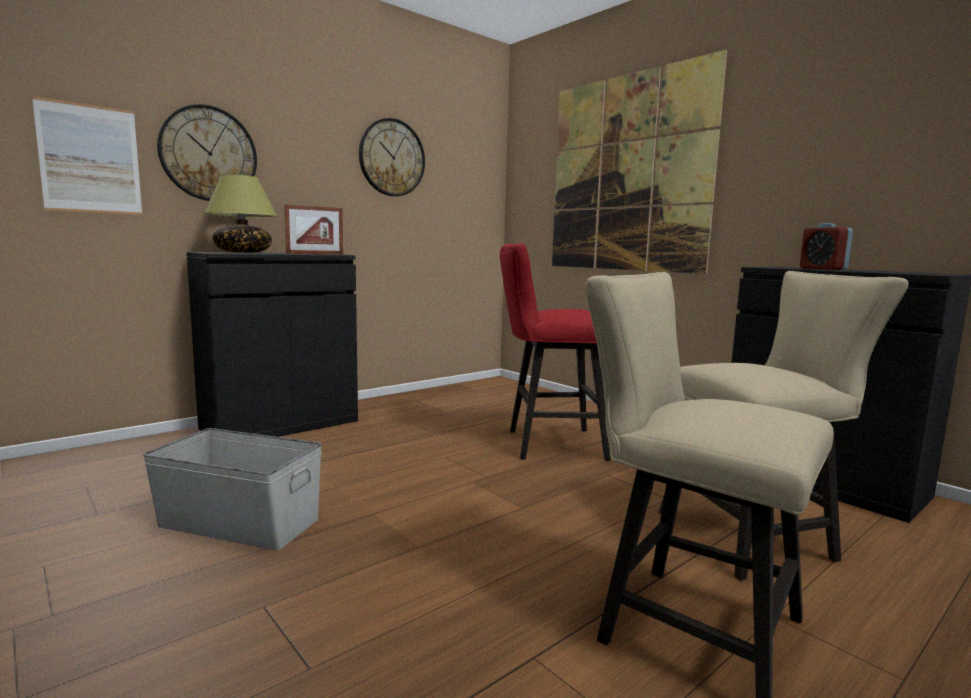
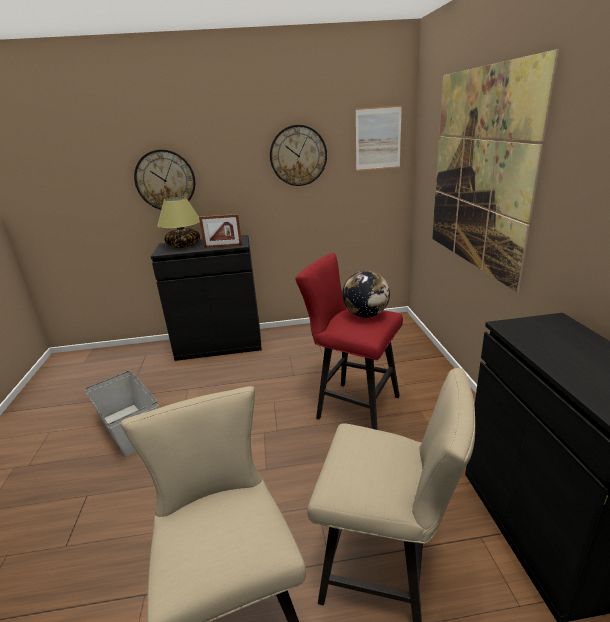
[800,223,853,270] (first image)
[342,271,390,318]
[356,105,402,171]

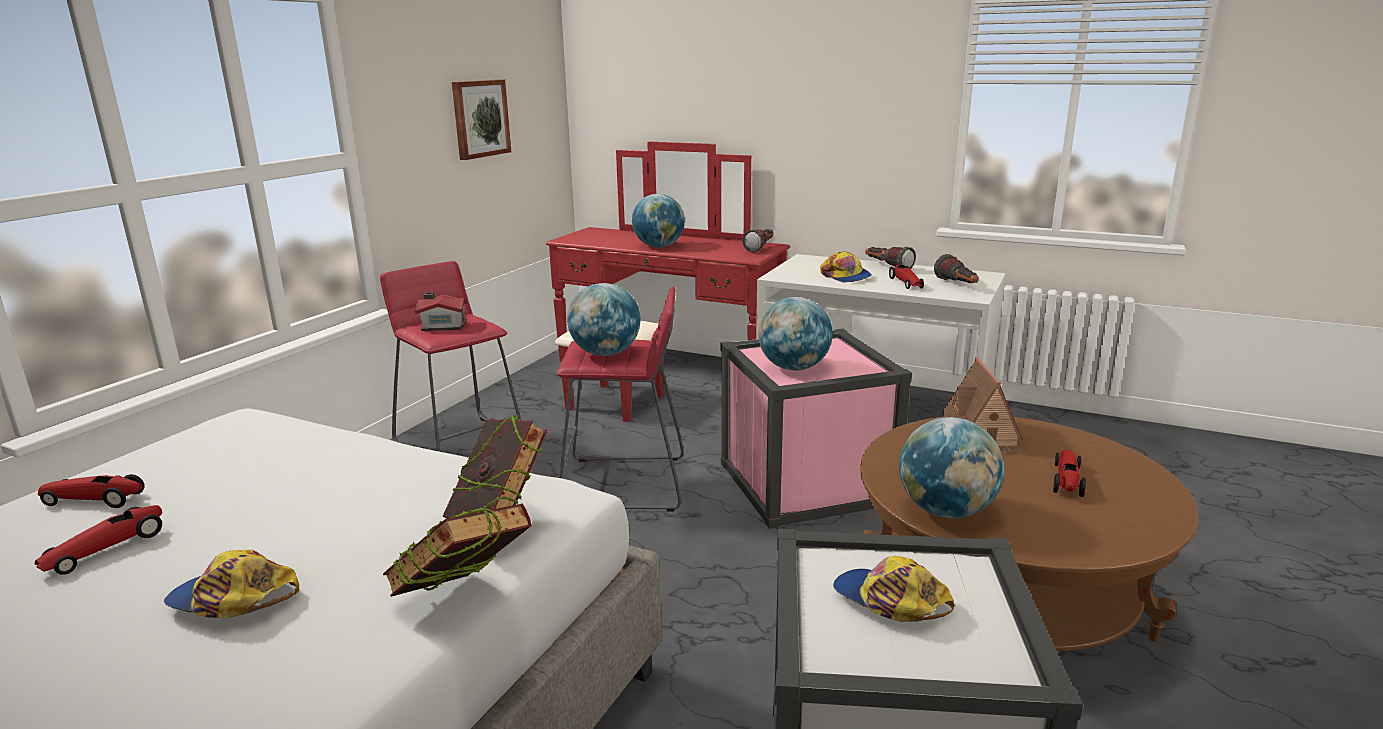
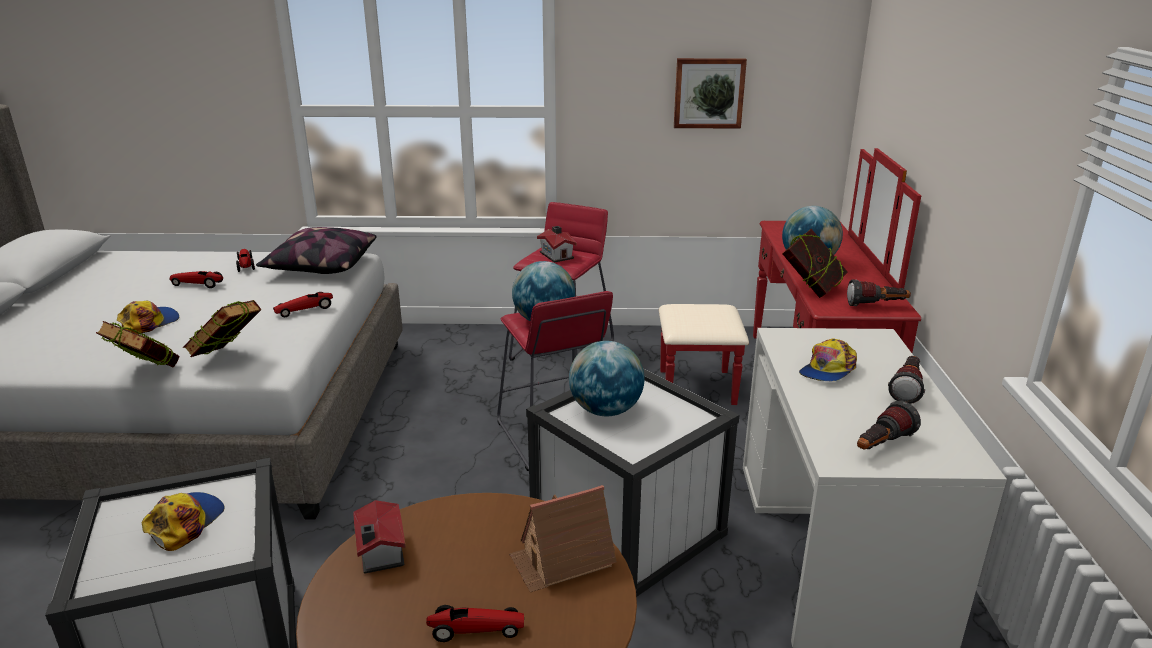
[256,227,376,274]
[782,229,848,298]
[273,292,333,317]
[353,500,406,574]
[526,369,739,598]
[117,301,179,334]

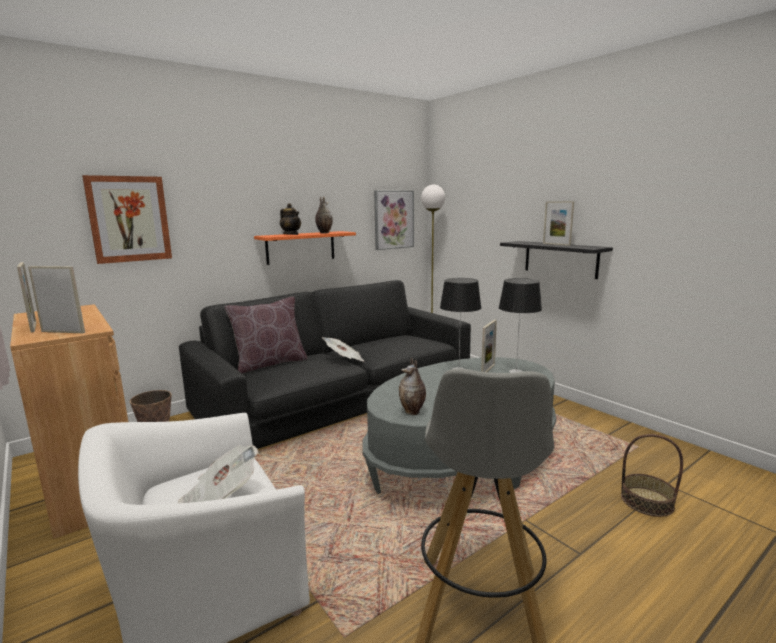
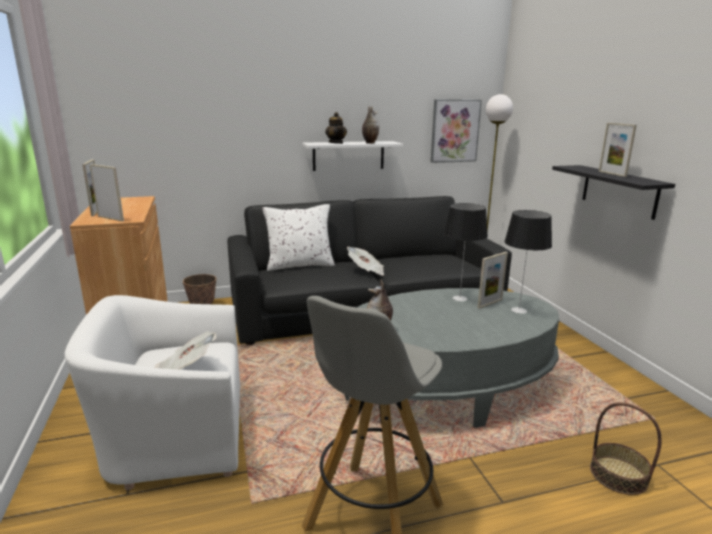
[82,175,172,264] (first image)
[262,204,335,271]
[302,141,403,171]

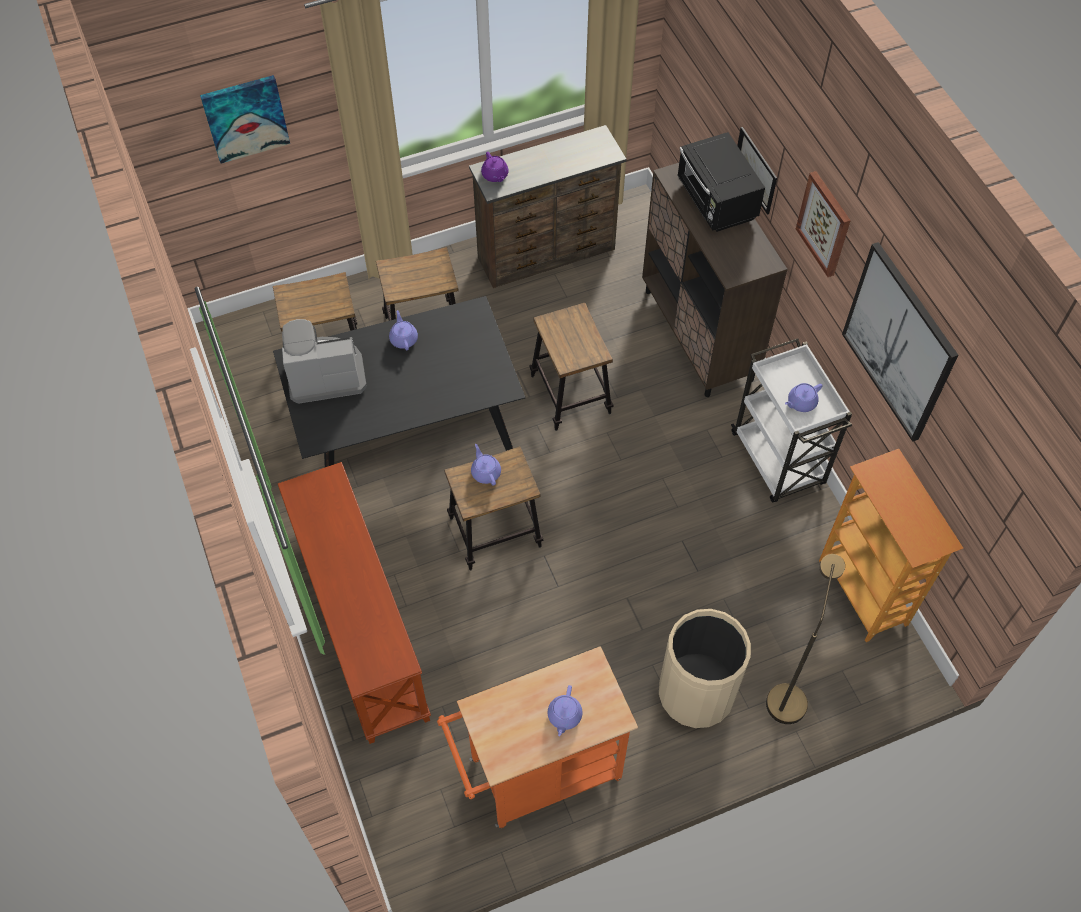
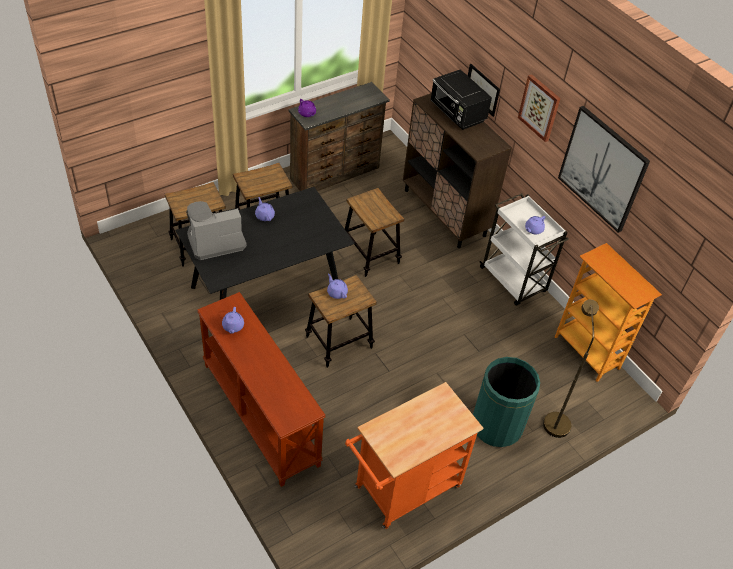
[200,75,290,164] (first image)
[222,307,244,334]
[473,357,540,447]

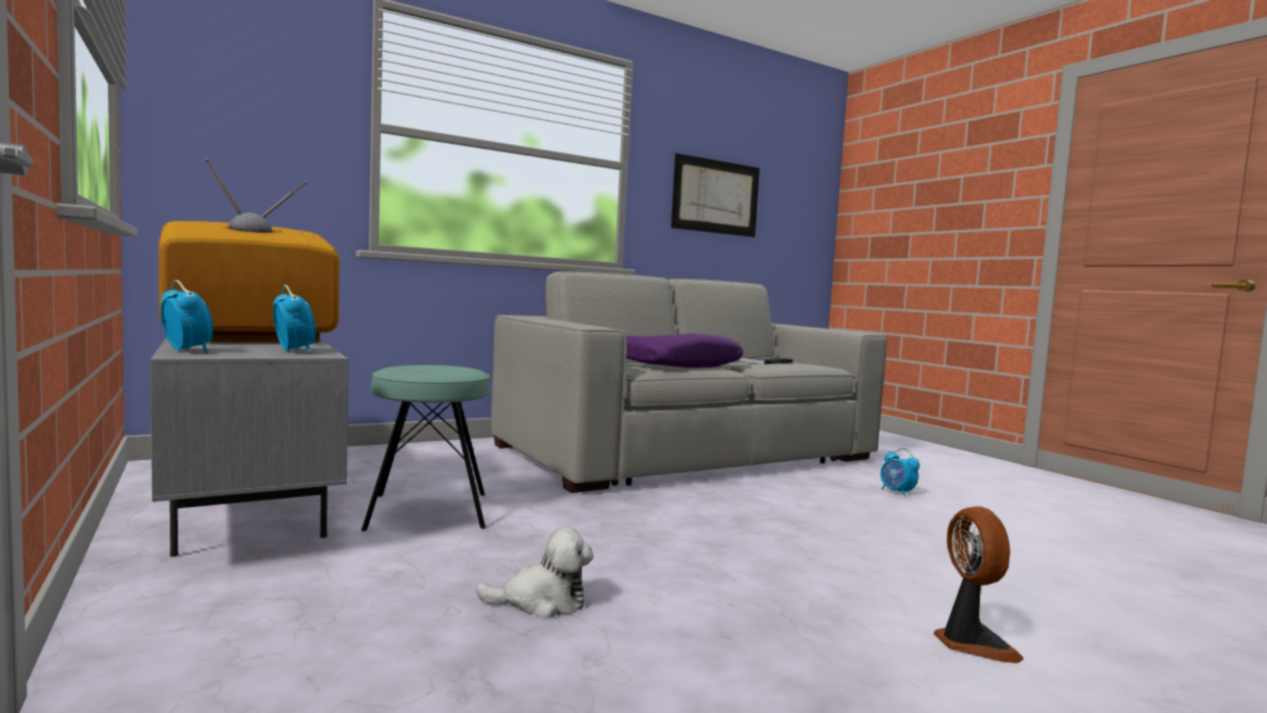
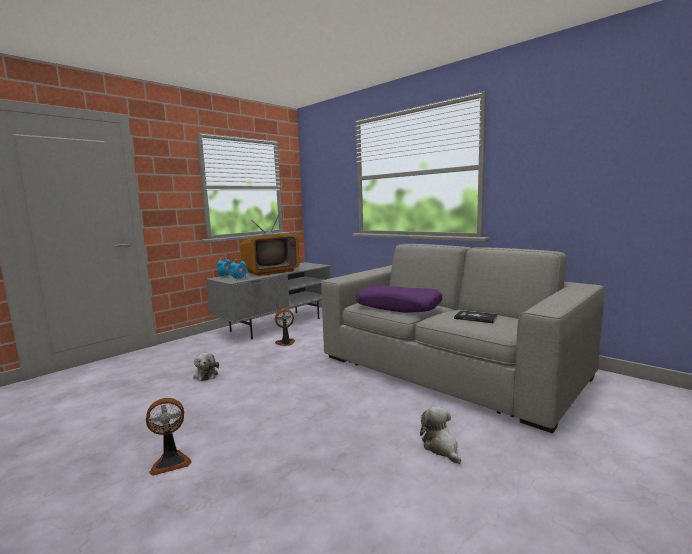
[671,153,760,237] (first image)
[275,308,295,346]
[420,406,461,464]
[240,215,300,276]

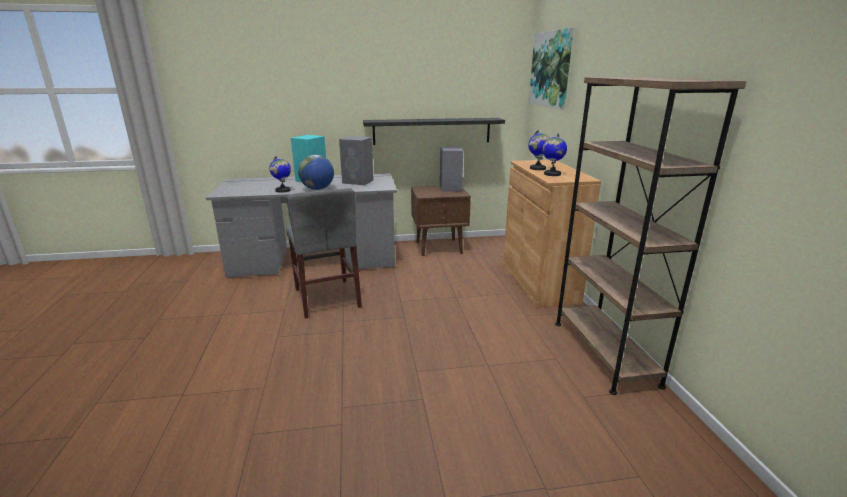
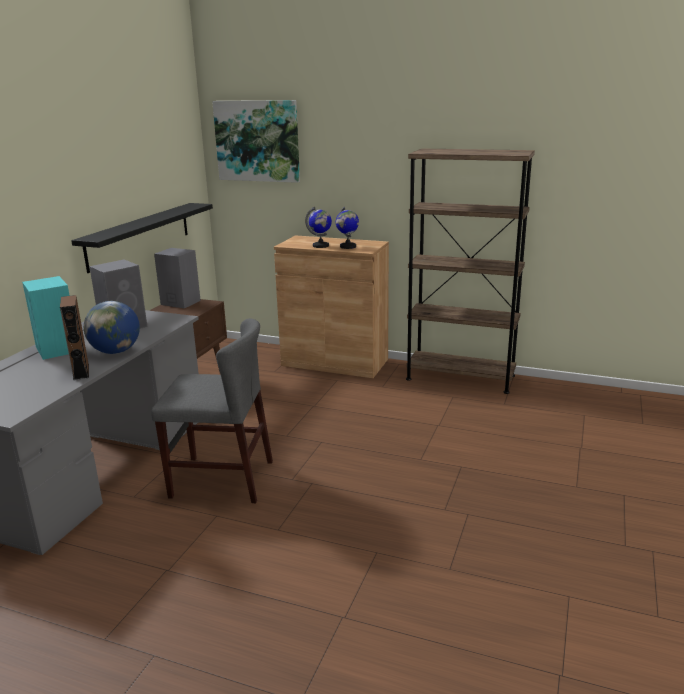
[60,295,89,380]

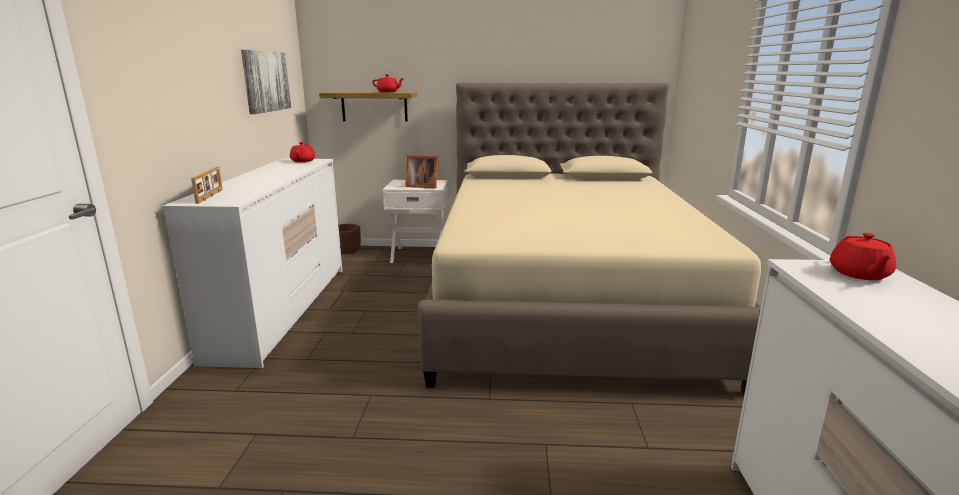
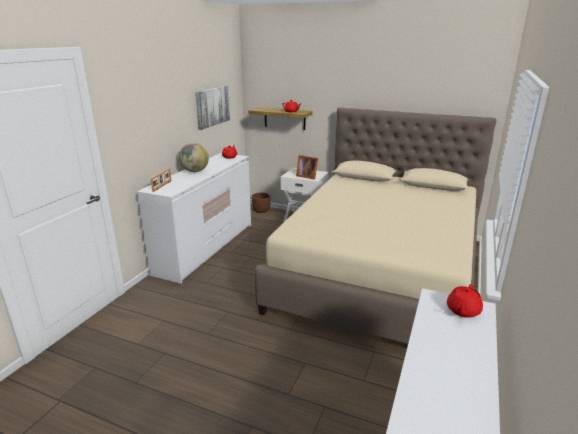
[179,143,209,172]

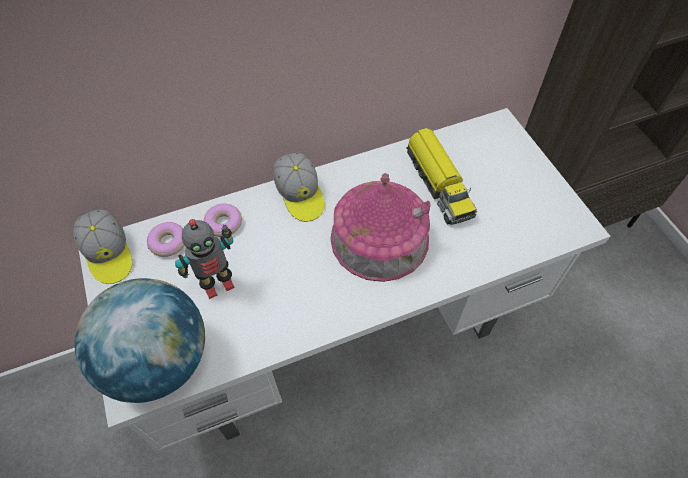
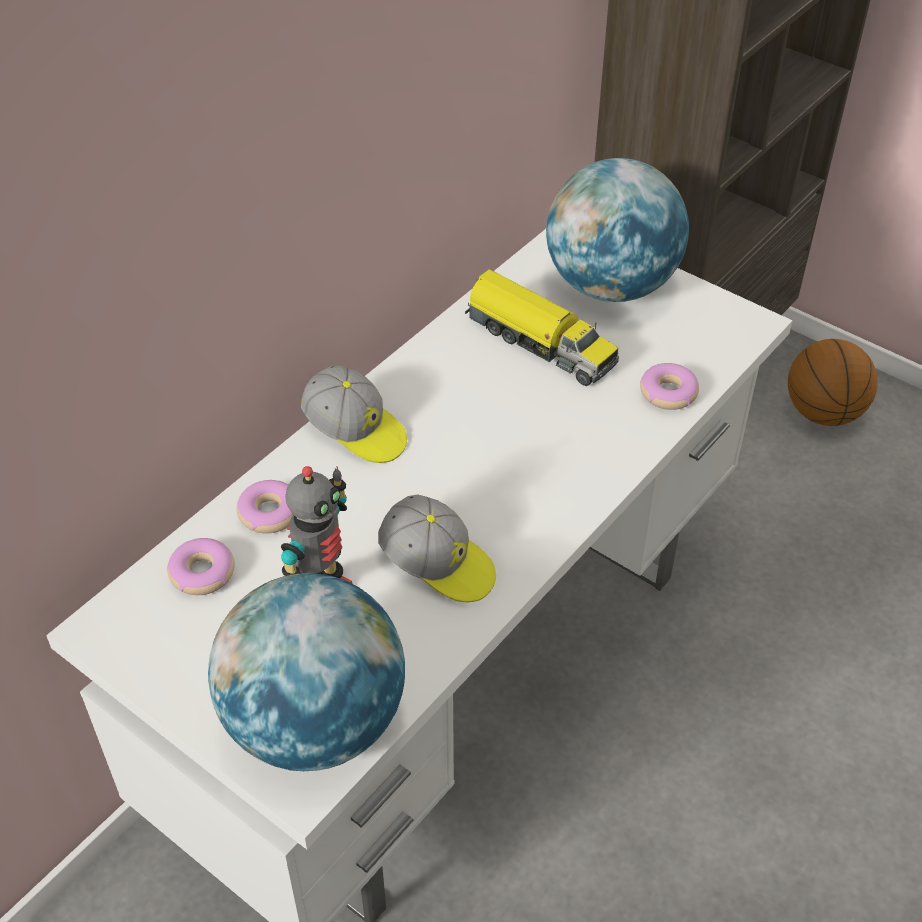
[330,173,431,282] (first image)
[546,158,689,302]
[640,363,699,410]
[788,339,878,426]
[378,495,496,602]

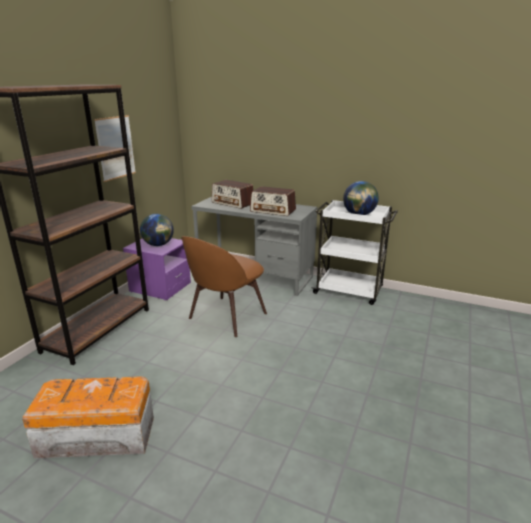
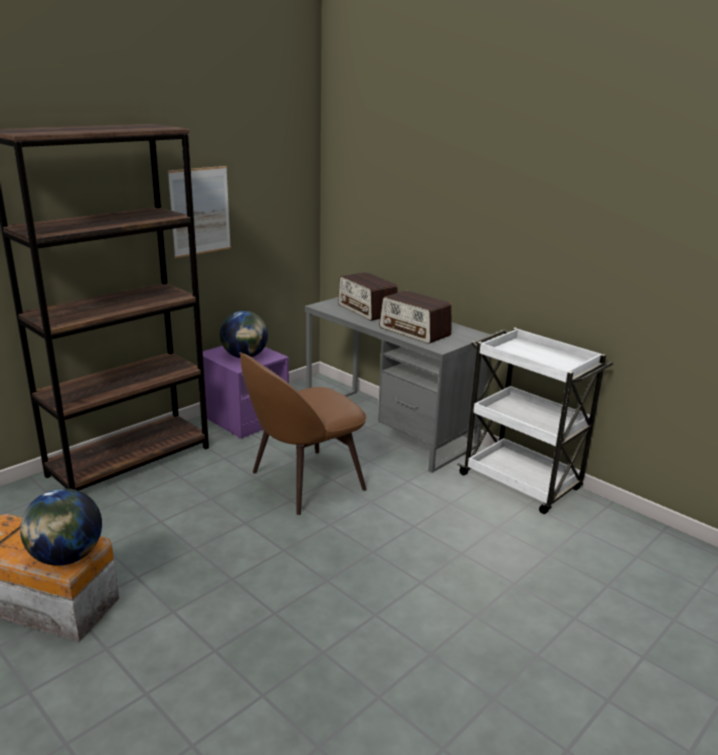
[20,488,102,566]

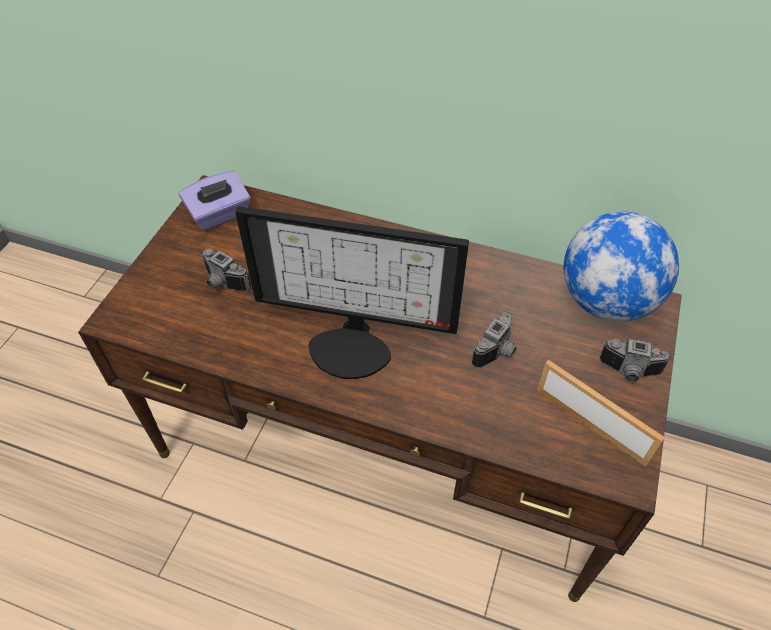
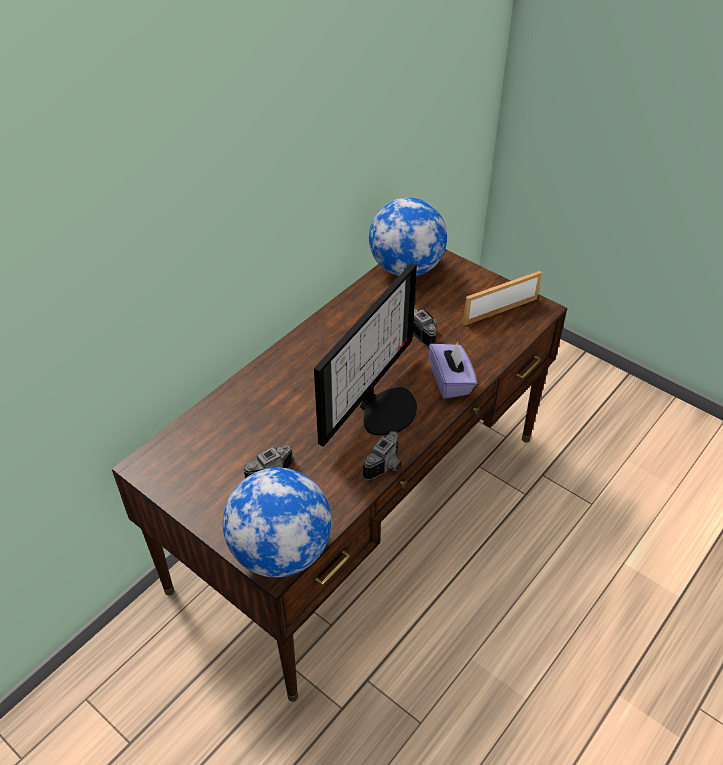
[223,468,331,577]
[429,341,477,399]
[363,431,402,480]

